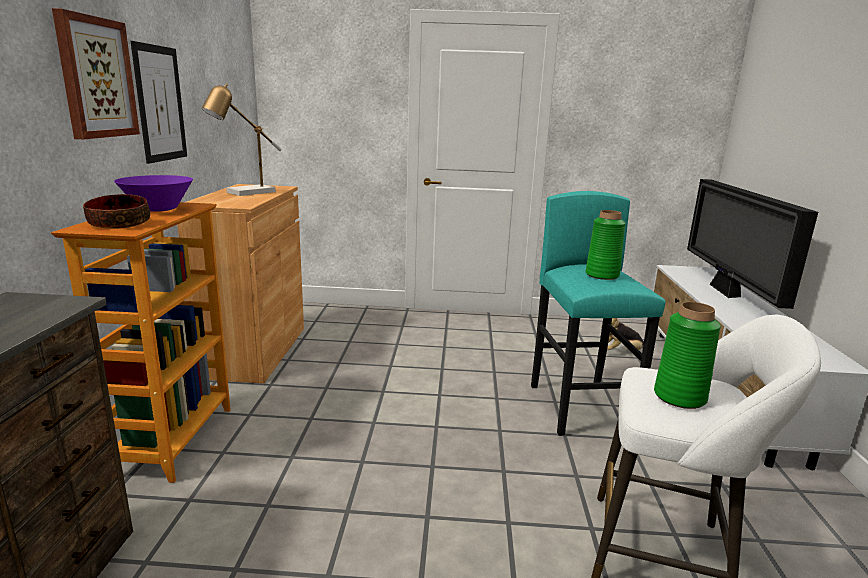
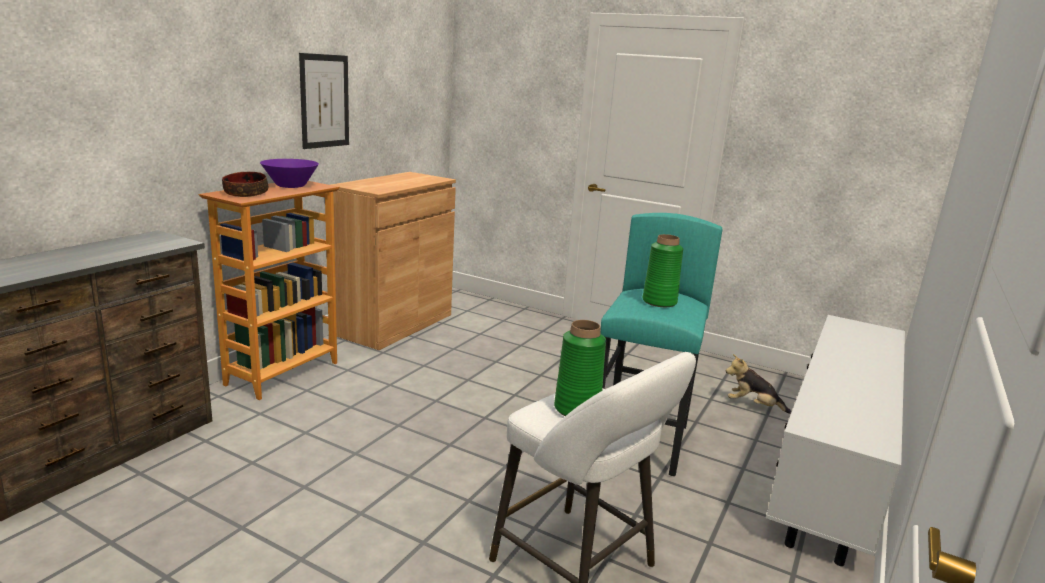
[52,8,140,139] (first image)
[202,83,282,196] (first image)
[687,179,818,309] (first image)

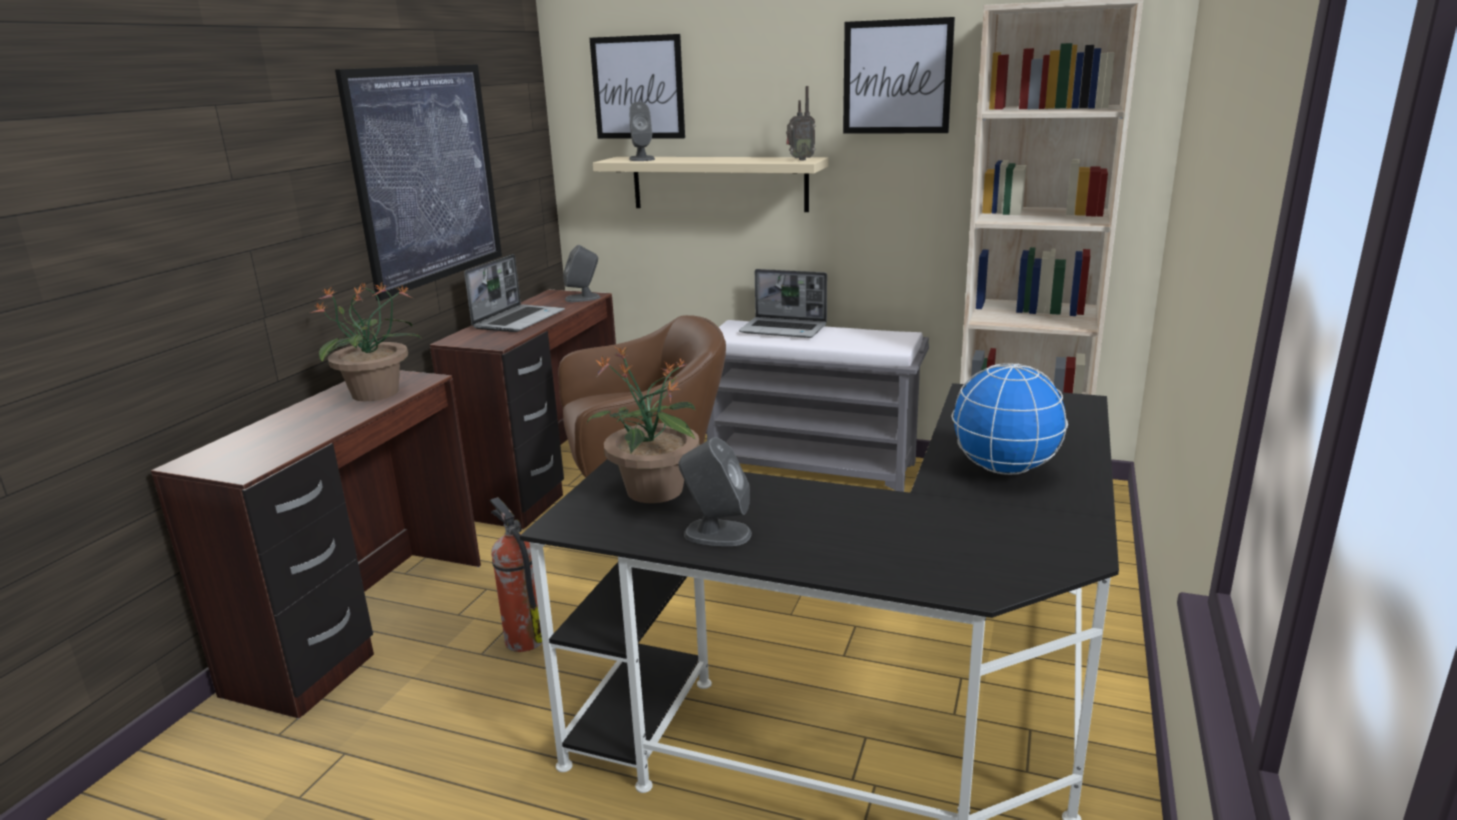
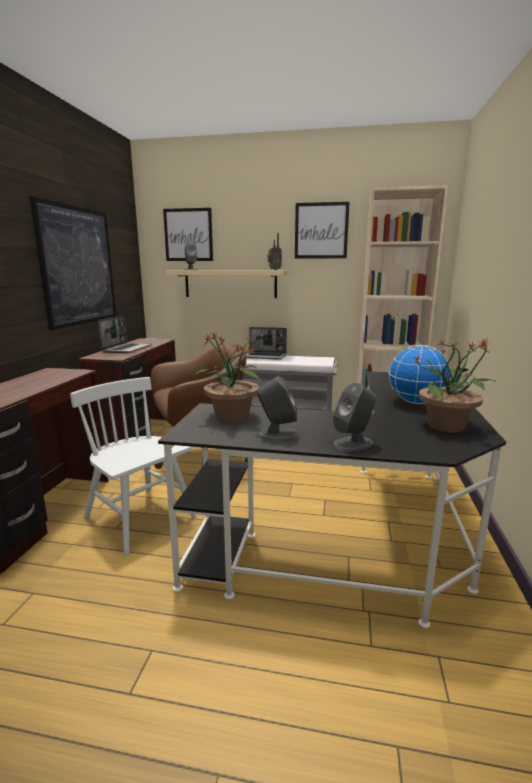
[414,339,494,433]
[333,382,376,452]
[70,377,197,555]

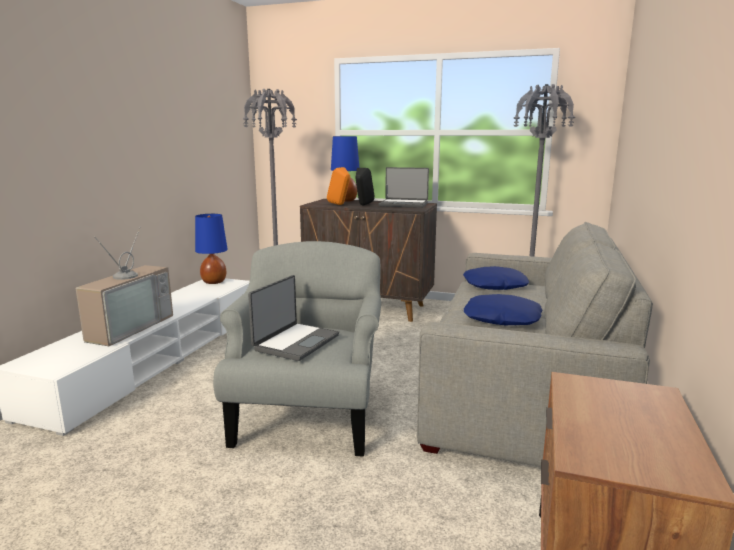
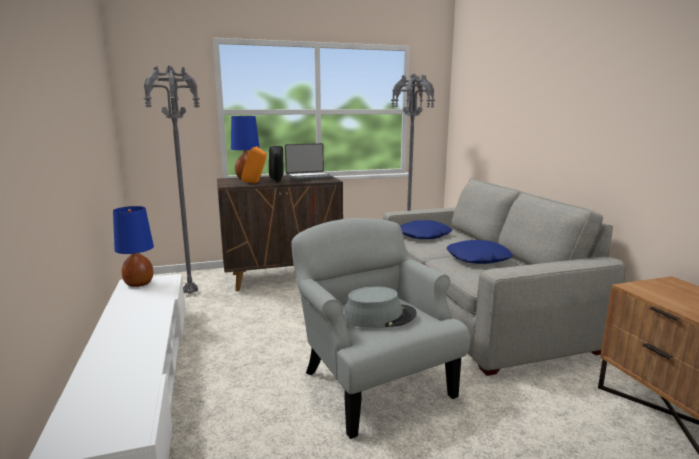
[75,226,173,346] (first image)
[344,286,417,328]

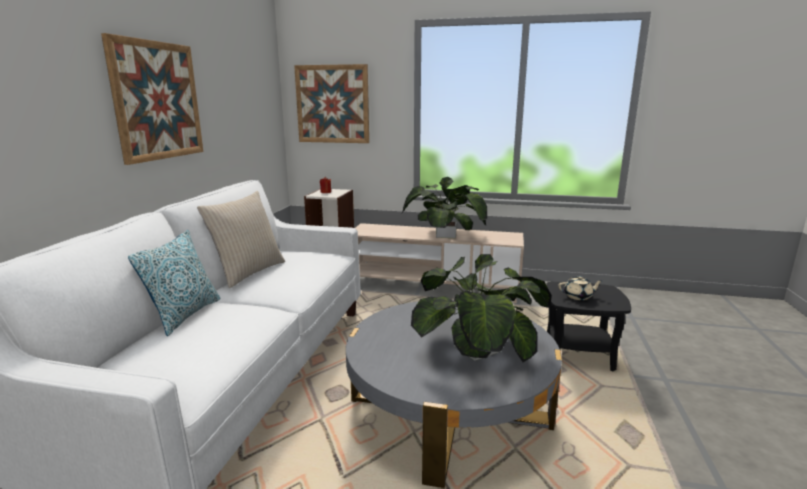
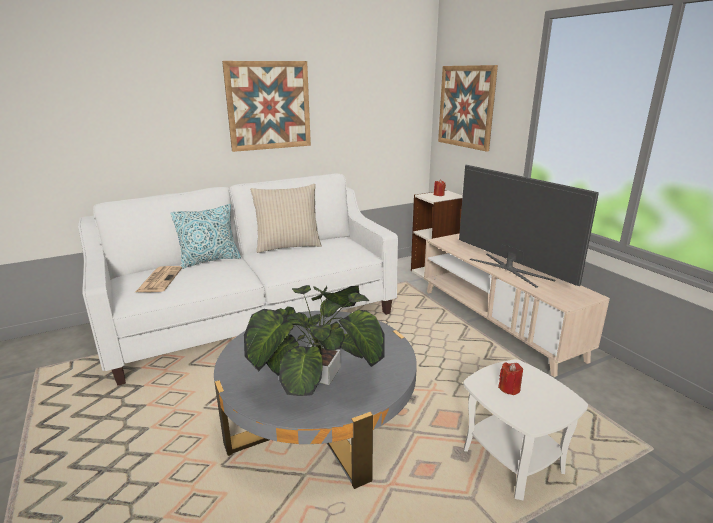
[136,266,182,292]
[459,165,599,288]
[498,362,523,395]
[463,359,588,500]

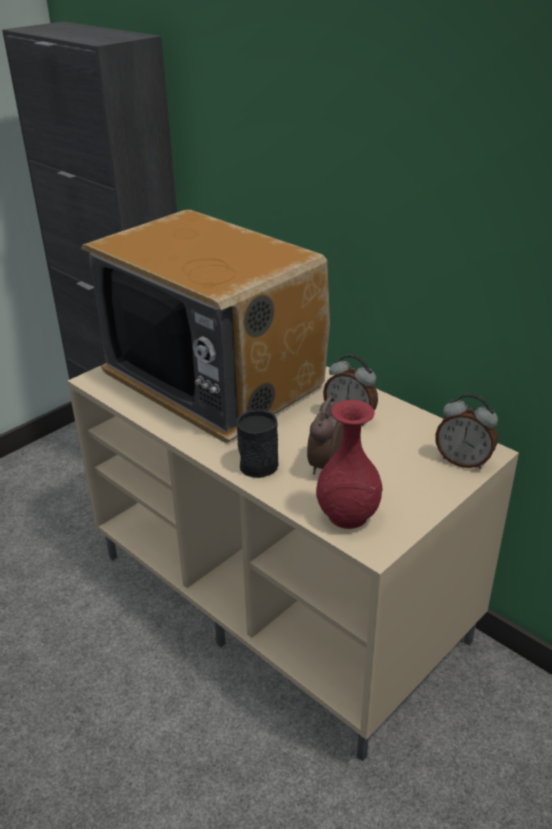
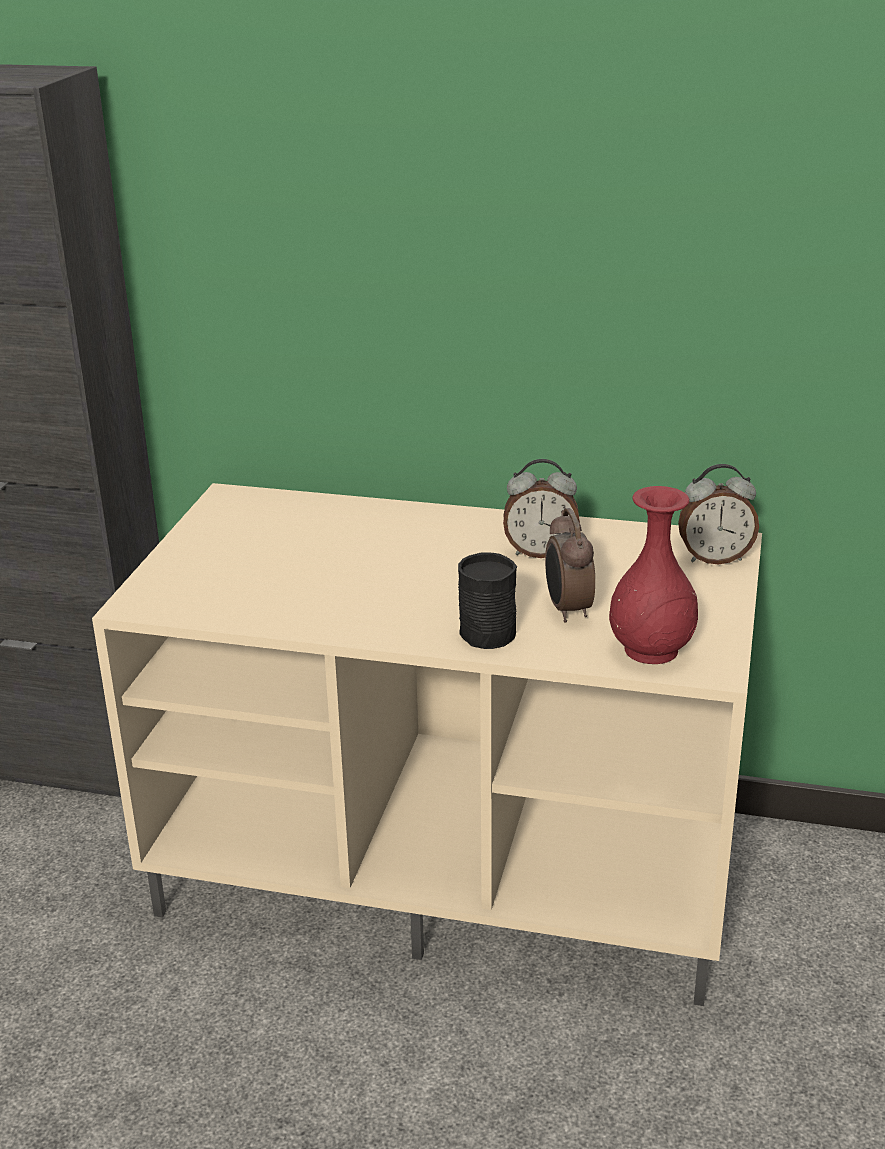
[81,210,330,443] (first image)

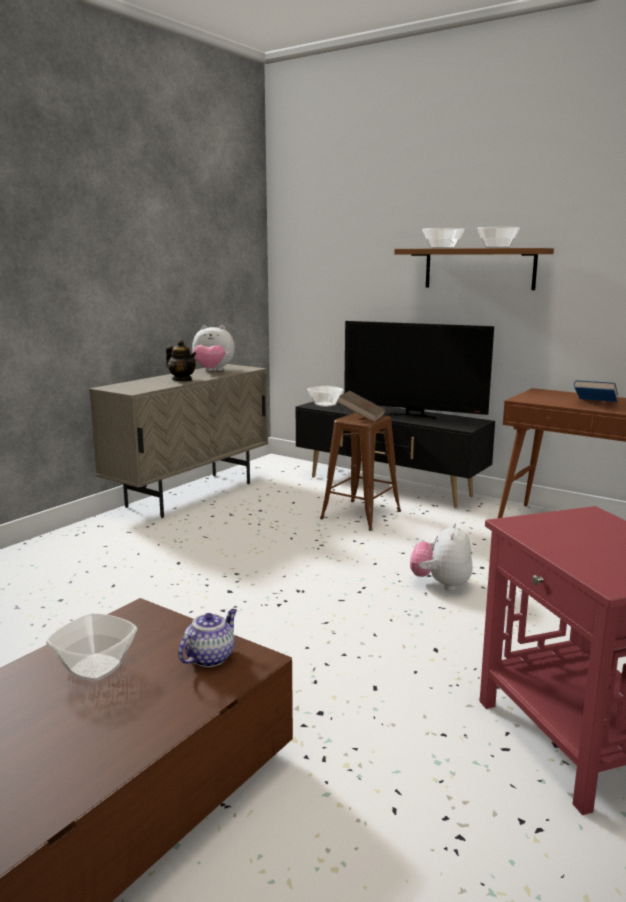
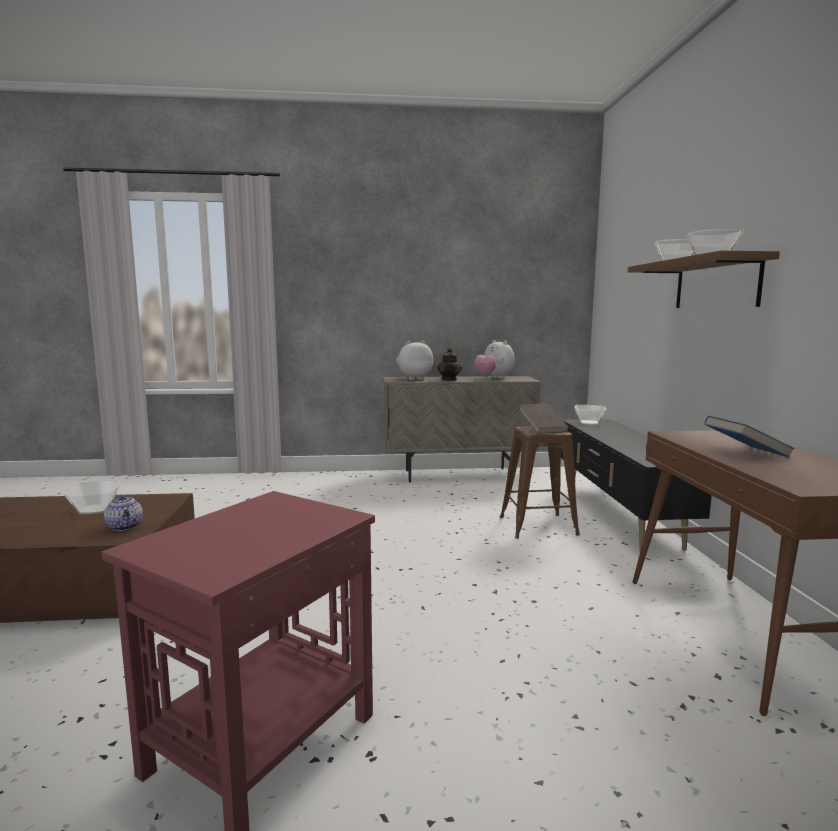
[344,321,494,419] (first image)
[396,341,433,380]
[104,495,143,531]

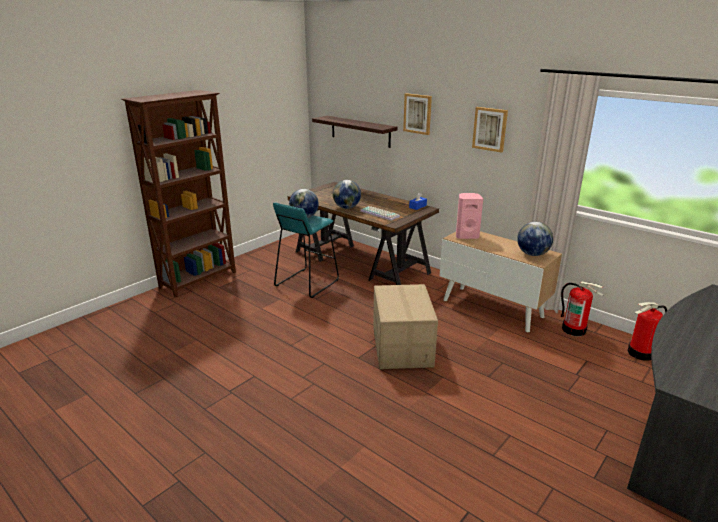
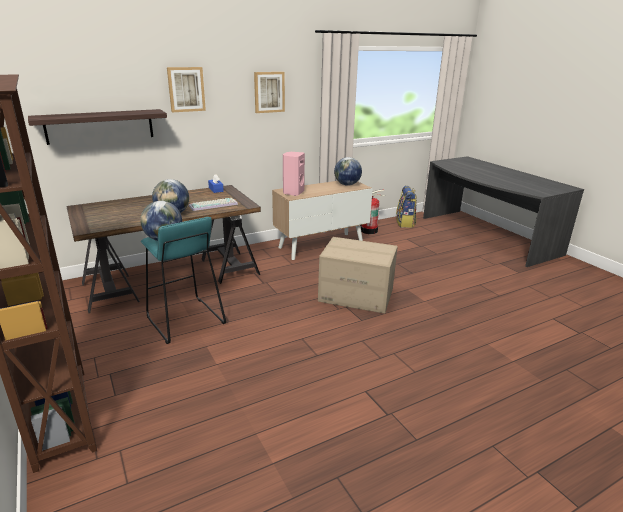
[396,186,417,228]

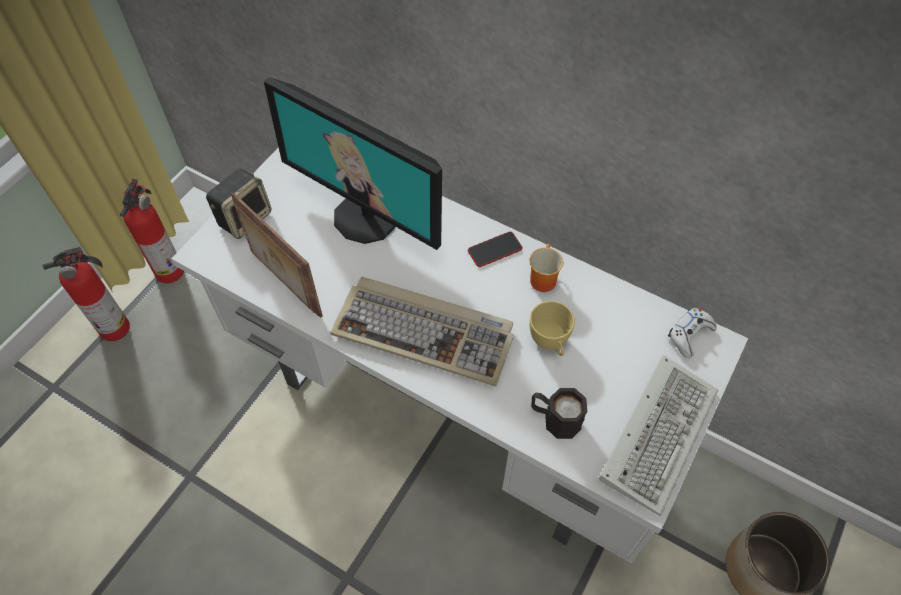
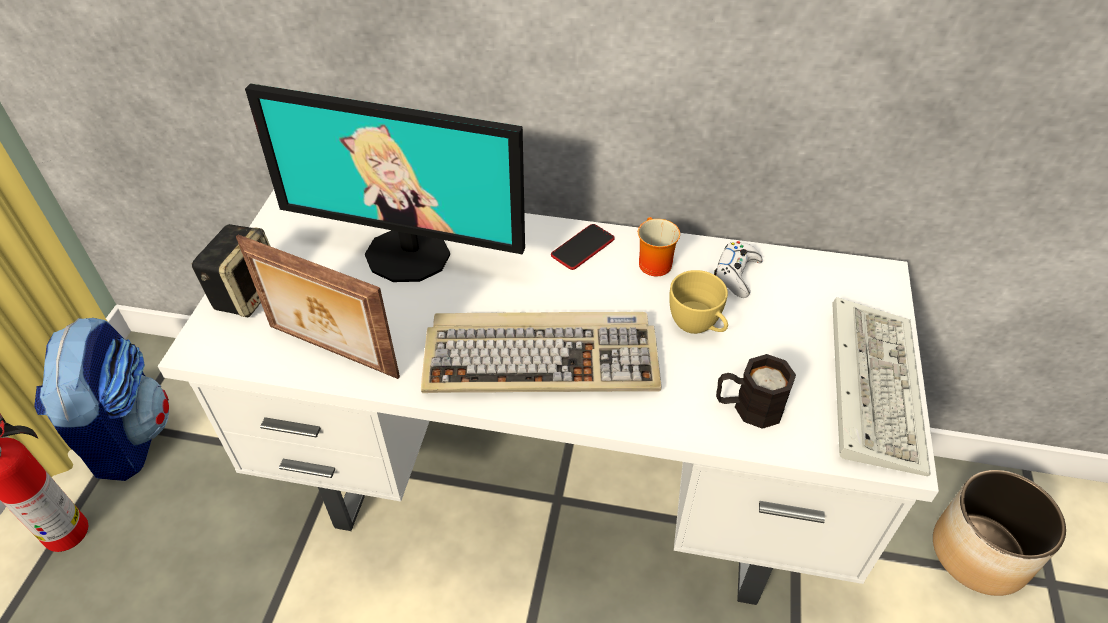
[714,241,763,298]
[34,318,169,481]

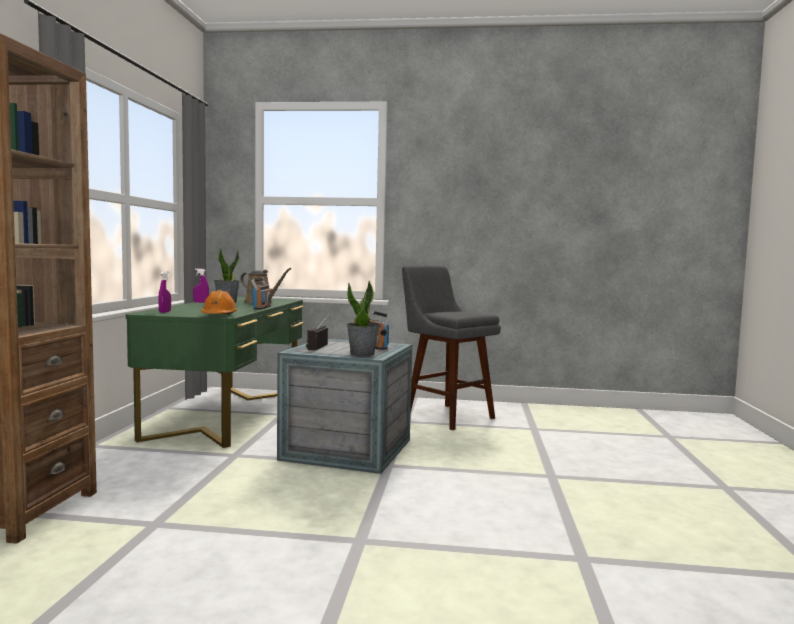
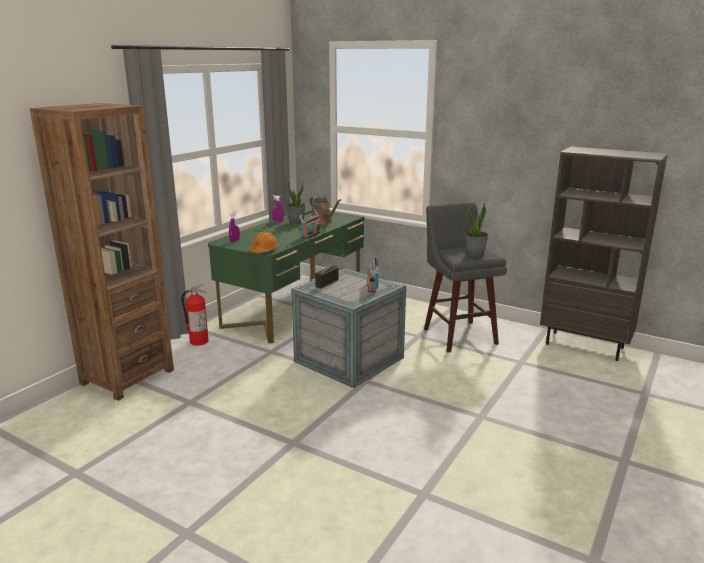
[181,284,209,346]
[540,147,668,361]
[465,203,489,257]

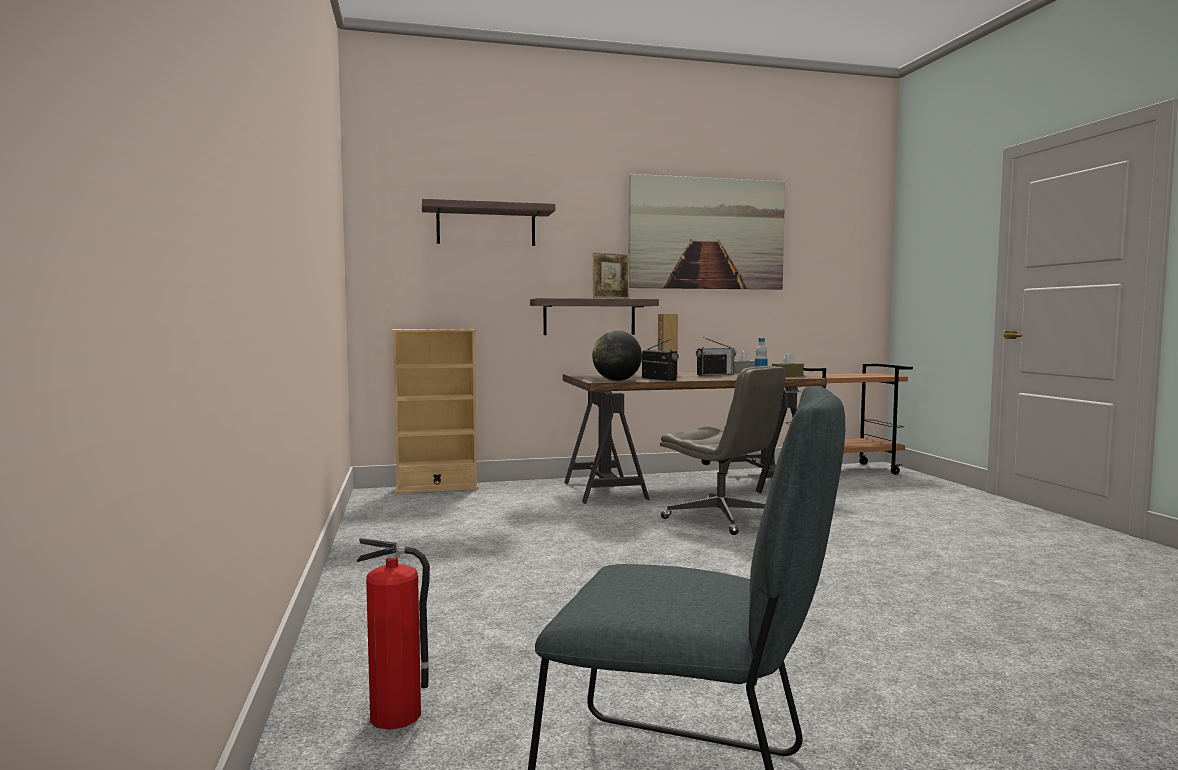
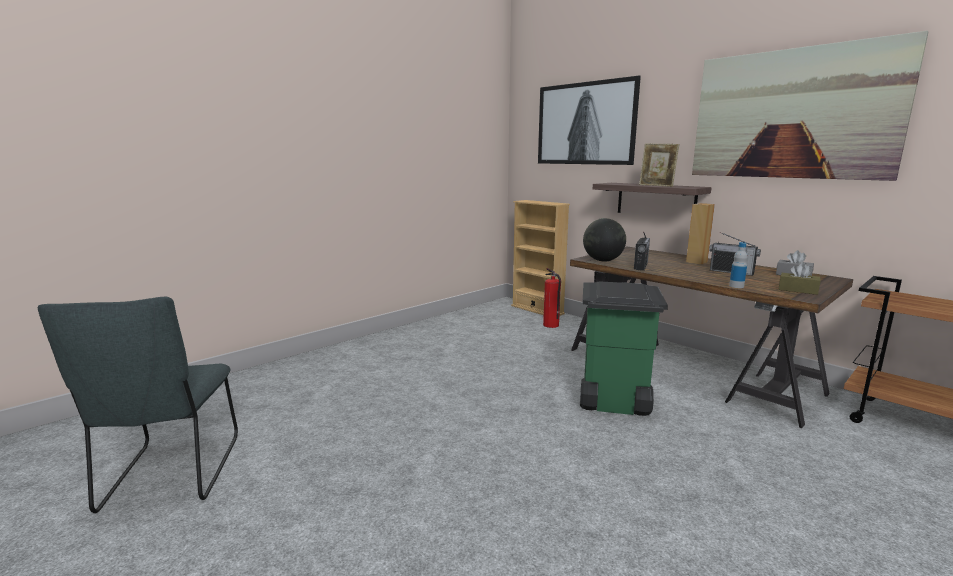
[543,268,561,328]
[538,76,641,165]
[580,281,668,416]

